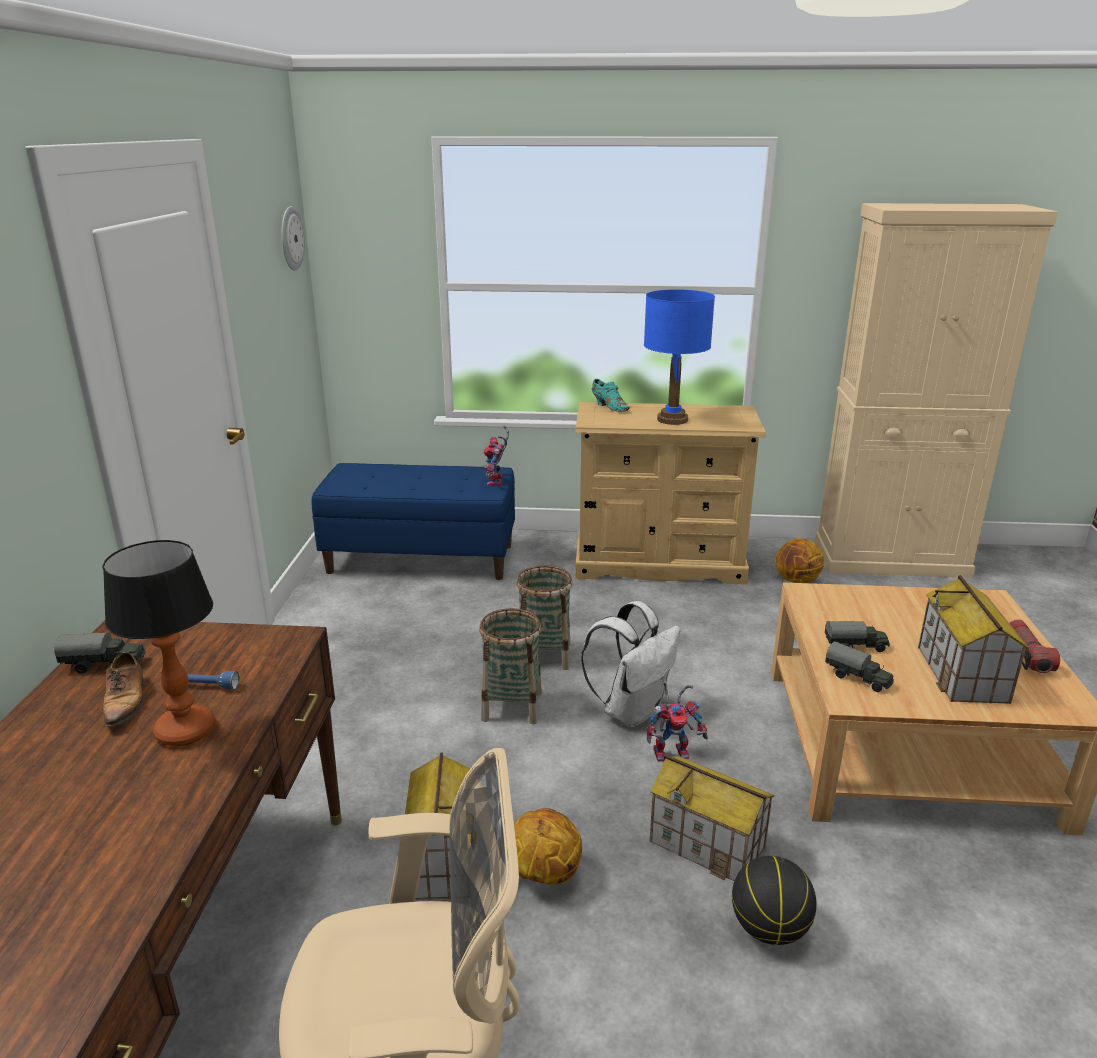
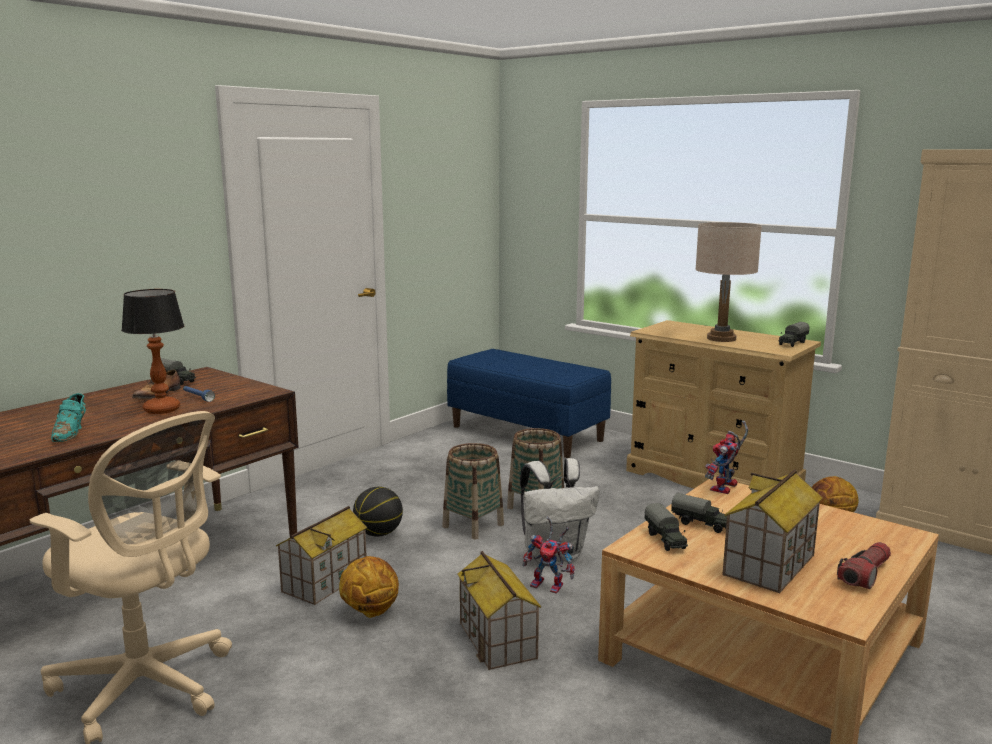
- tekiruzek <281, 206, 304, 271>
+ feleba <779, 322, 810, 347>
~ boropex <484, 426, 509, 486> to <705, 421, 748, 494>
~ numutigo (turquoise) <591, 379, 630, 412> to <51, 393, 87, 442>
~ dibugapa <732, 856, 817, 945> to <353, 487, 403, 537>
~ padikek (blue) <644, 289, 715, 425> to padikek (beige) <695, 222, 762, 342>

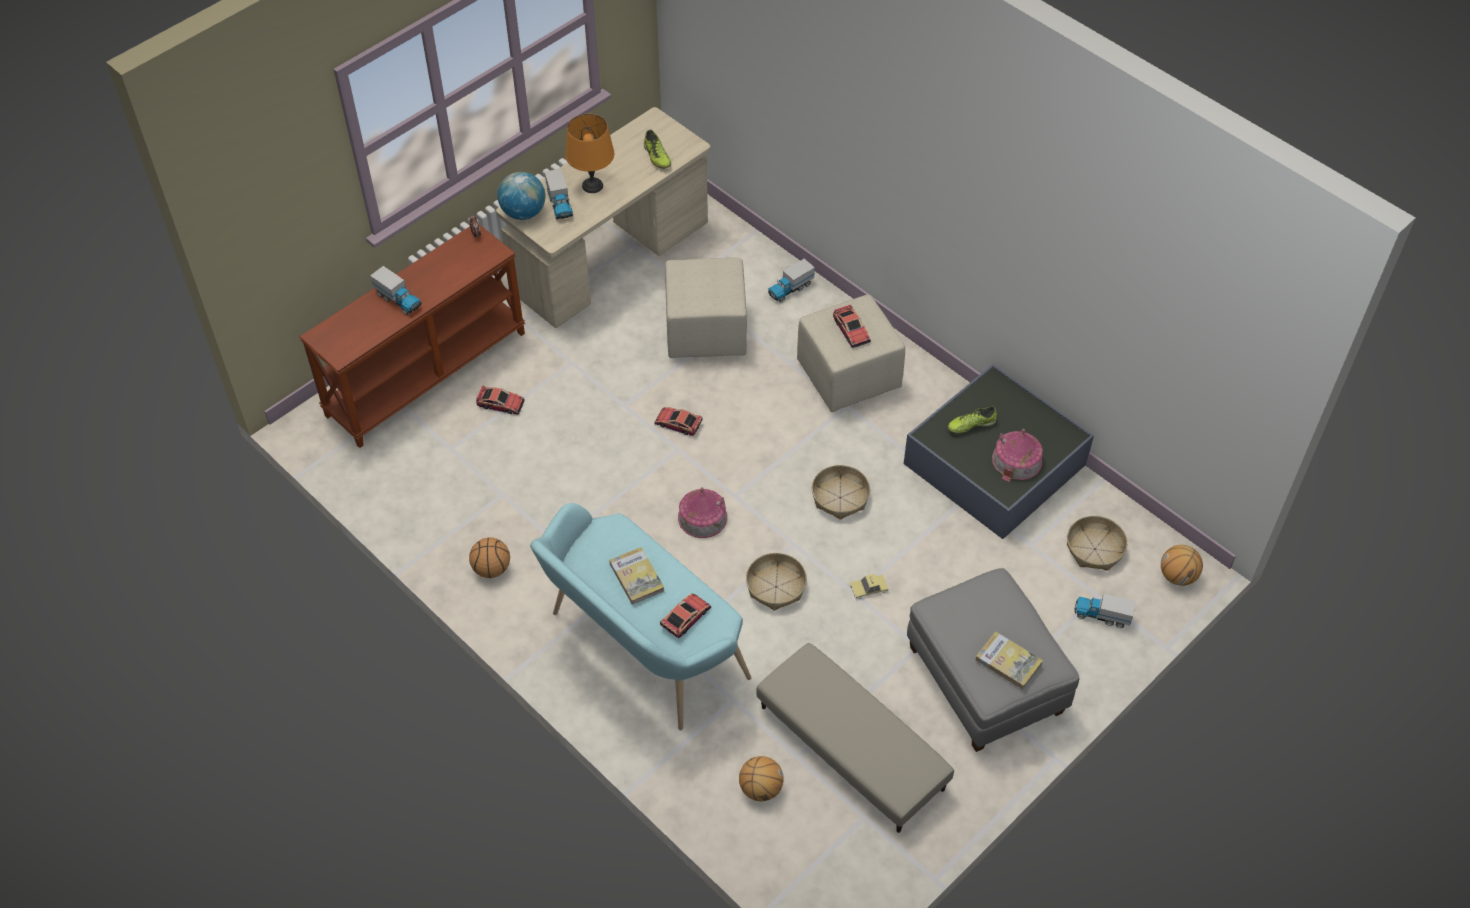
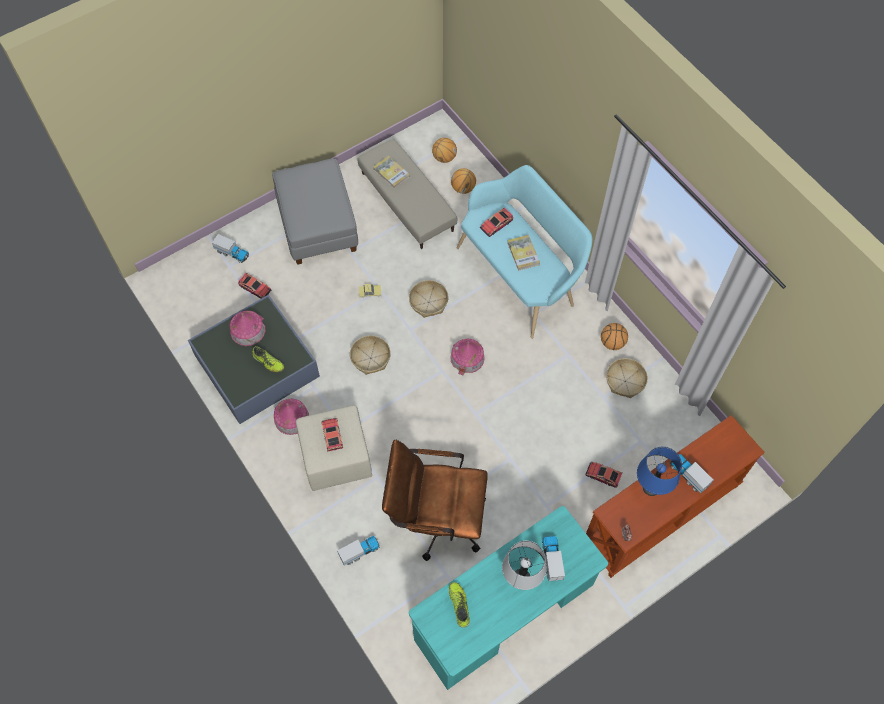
- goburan <497, 172, 545, 220>
+ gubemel <274, 399, 309, 435>
+ padikek (blue) <637, 447, 682, 496>
~ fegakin <655, 407, 702, 436> to <238, 273, 272, 299>
~ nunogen <975, 631, 1043, 689> to <373, 156, 410, 189>
~ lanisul <1067, 516, 1128, 571> to <606, 358, 648, 398>
~ dibugapa <1161, 545, 1203, 586> to <432, 138, 457, 163>
~ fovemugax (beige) <665, 258, 747, 358> to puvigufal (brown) <382, 440, 488, 561>
~ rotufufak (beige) <496, 107, 711, 328> to rotufufak (turquoise) <409, 506, 608, 690>
~ padikek (orange) <565, 113, 614, 193> to padikek (grey) <502, 541, 547, 590>
~ numutigo <948, 406, 997, 434> = <252, 346, 284, 372> 45 degrees clockwise

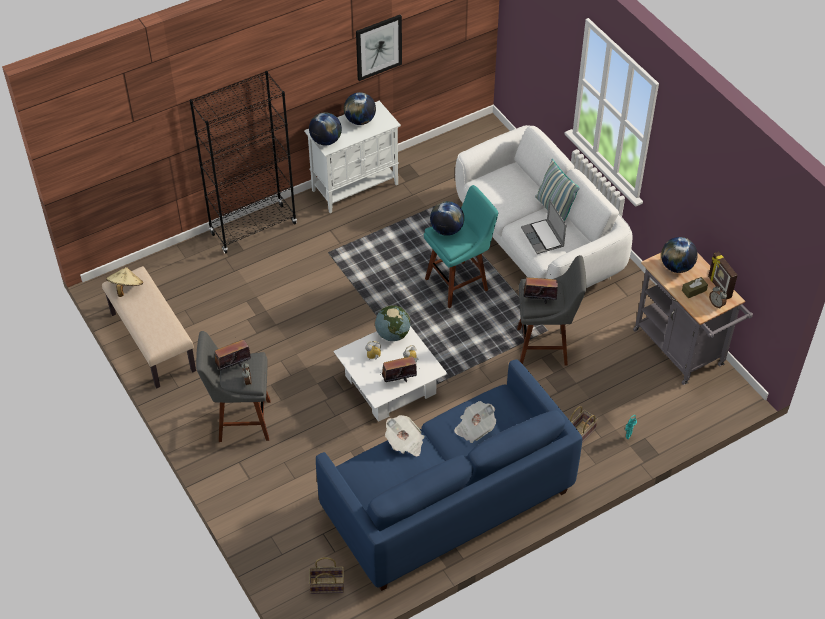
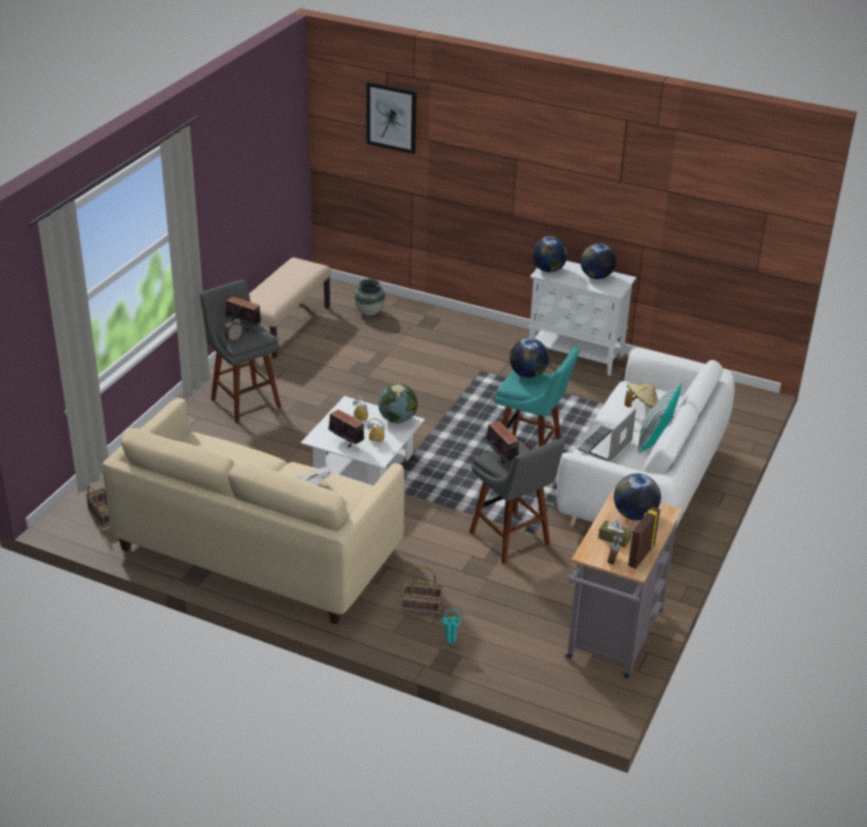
- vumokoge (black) <190, 71, 297, 254>
- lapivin <385, 415, 424, 456>
+ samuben <354, 279, 385, 316>
~ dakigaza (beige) <106, 267, 143, 297> to <625, 383, 658, 408>
~ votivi <356, 15, 402, 81> to <366, 82, 417, 154>
~ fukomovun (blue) <316, 359, 582, 591> to fukomovun (beige) <102, 398, 404, 625>

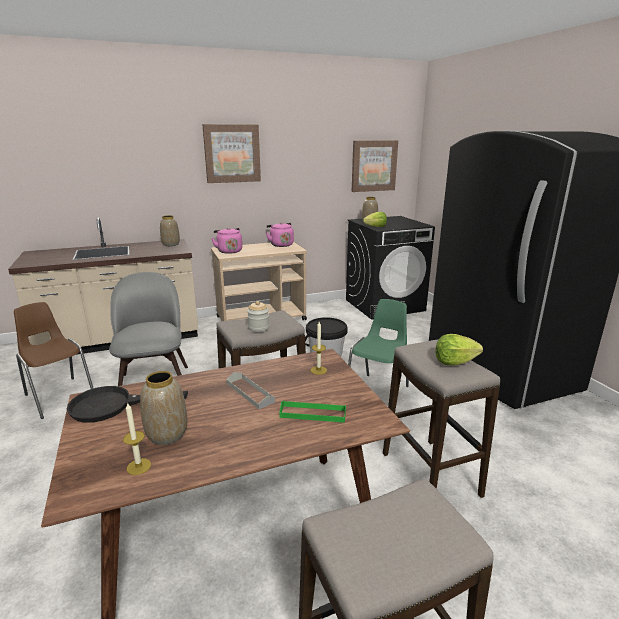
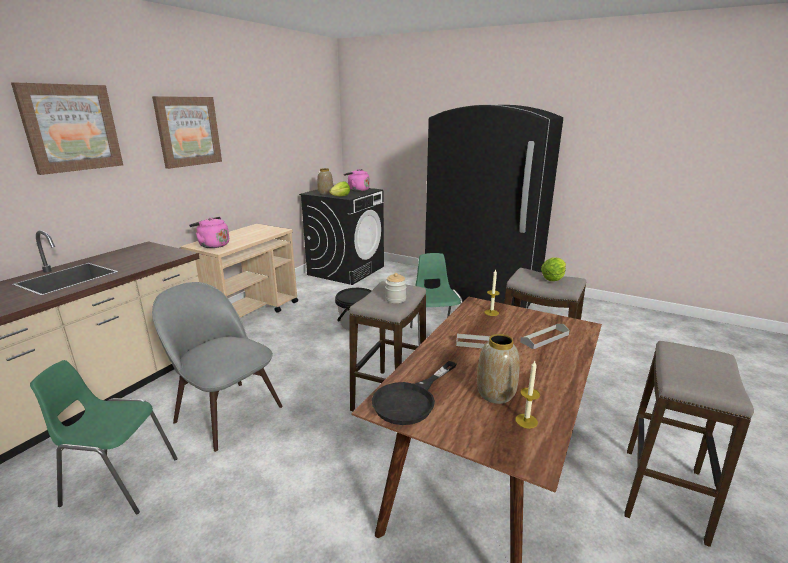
- samuben <160, 215, 180, 246>
~ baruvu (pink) <266, 222, 294, 247> to <344, 169, 370, 192>
~ votivi <352, 140, 398, 192> to <11, 82, 123, 175>
~ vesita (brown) <14, 302, 94, 419> to vesita (green) <30, 360, 178, 515>
~ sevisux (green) <279, 401, 346, 423> to sevisux (grey) <520, 324, 570, 349>

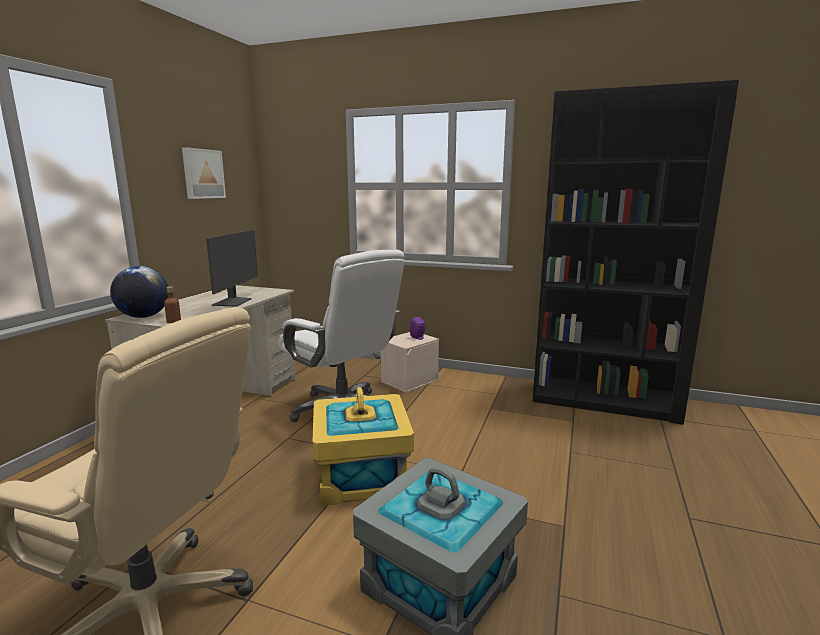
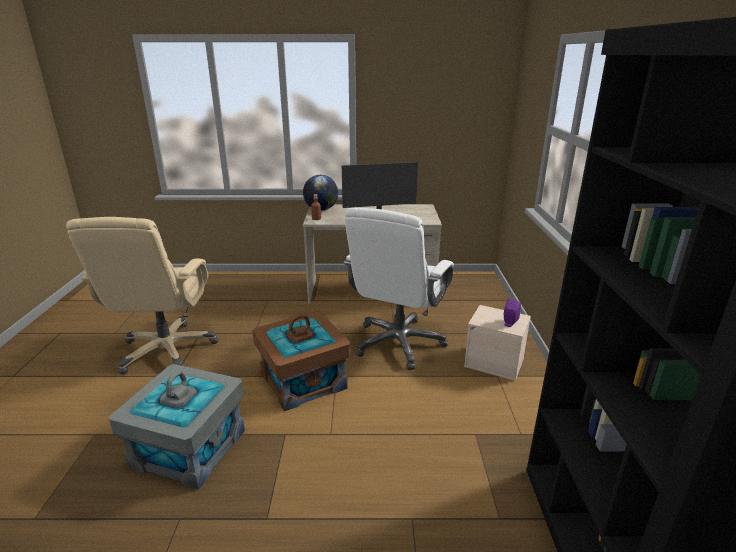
- votivi <182, 147, 226, 199>
~ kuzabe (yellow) <313, 387, 414, 506> to kuzabe (brown) <252, 312, 351, 411>

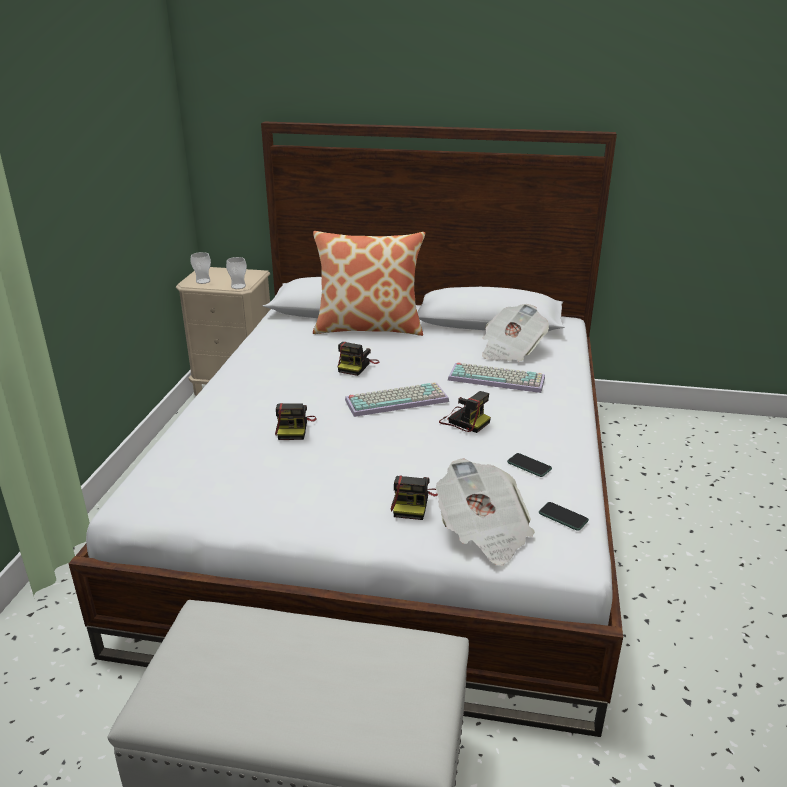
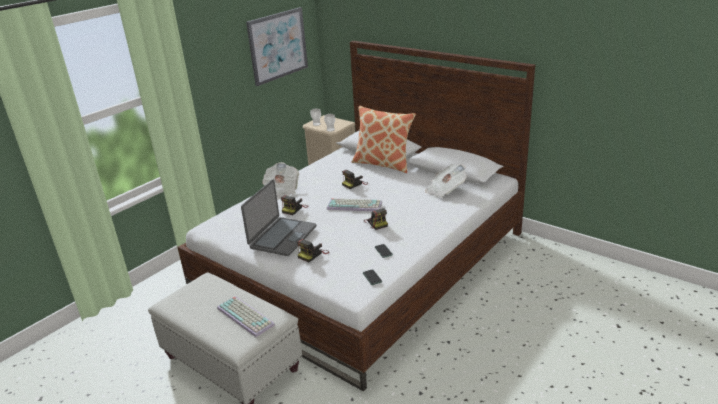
+ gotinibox <241, 179, 316, 256>
+ votivi <246, 7, 308, 86>
~ lapivin <436, 459, 535, 566> to <262, 162, 299, 200>
~ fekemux <448, 362, 545, 393> to <217, 296, 275, 337>

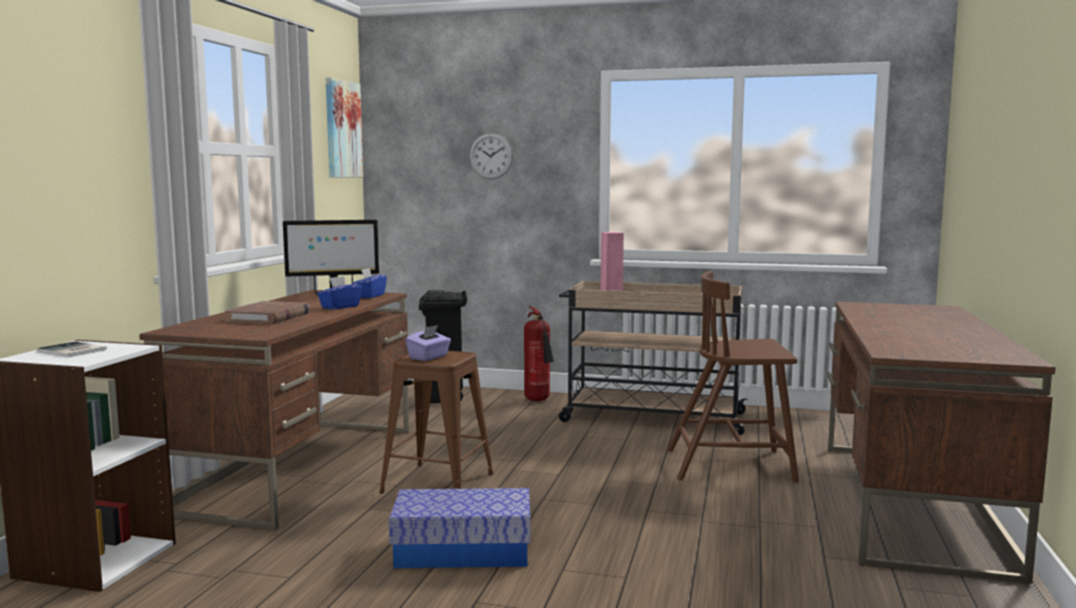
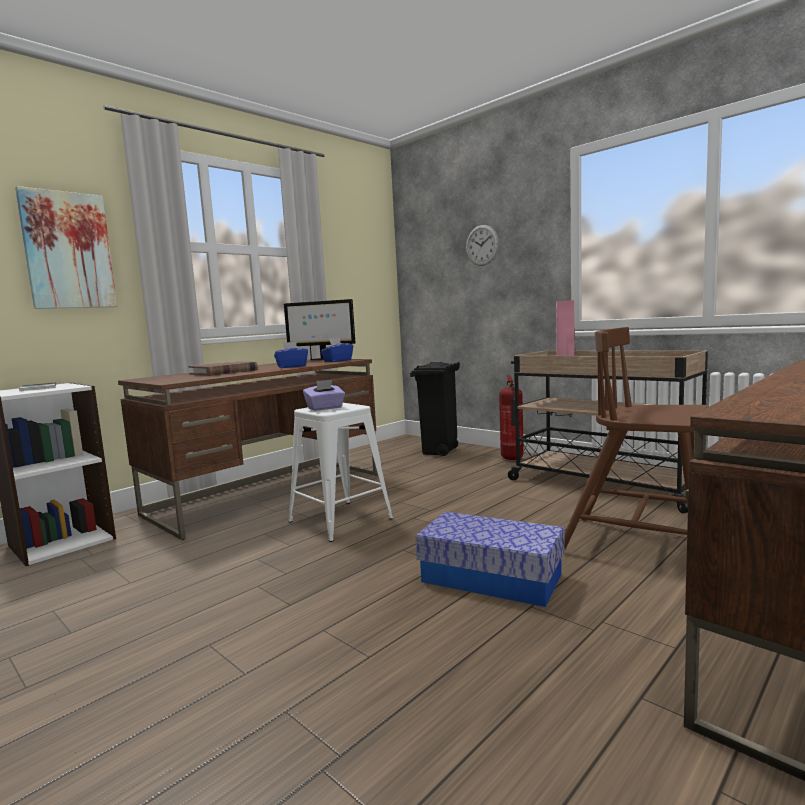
~ votivi <326, 77, 363, 177> to <15, 186, 117, 309>
~ kuzabe <389, 488, 531, 568> to <416, 512, 565, 607>
~ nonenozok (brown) <379, 351, 493, 493> to nonenozok (white) <288, 403, 393, 542>

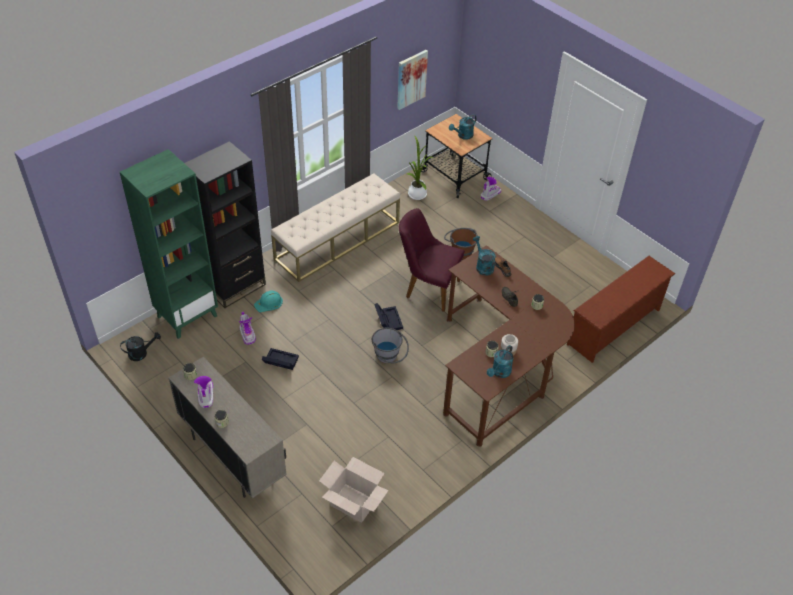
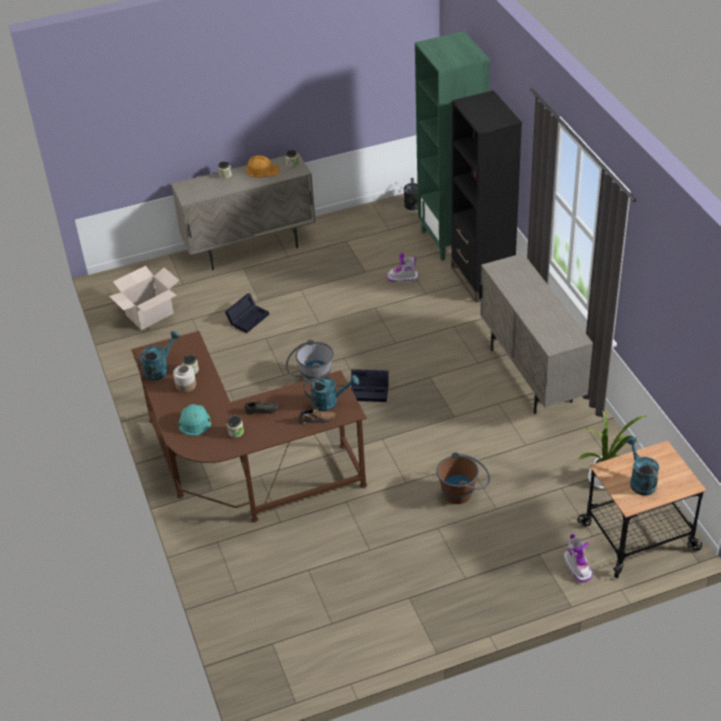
- votivi <397, 50, 428, 110>
- vesita (purple) <399, 208, 465, 312>
- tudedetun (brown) <567, 256, 675, 363>
~ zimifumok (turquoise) <254, 291, 283, 312> to <179, 404, 211, 436>
~ kuzabe (black) <262, 348, 299, 370> to <225, 293, 269, 333>
~ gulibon <194, 376, 213, 408> to zimifumok (orange) <246, 155, 280, 177>
~ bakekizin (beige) <271, 173, 400, 282> to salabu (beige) <478, 253, 593, 414>
~ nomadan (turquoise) <487, 345, 514, 378> = <138, 331, 180, 381> 75 degrees clockwise

